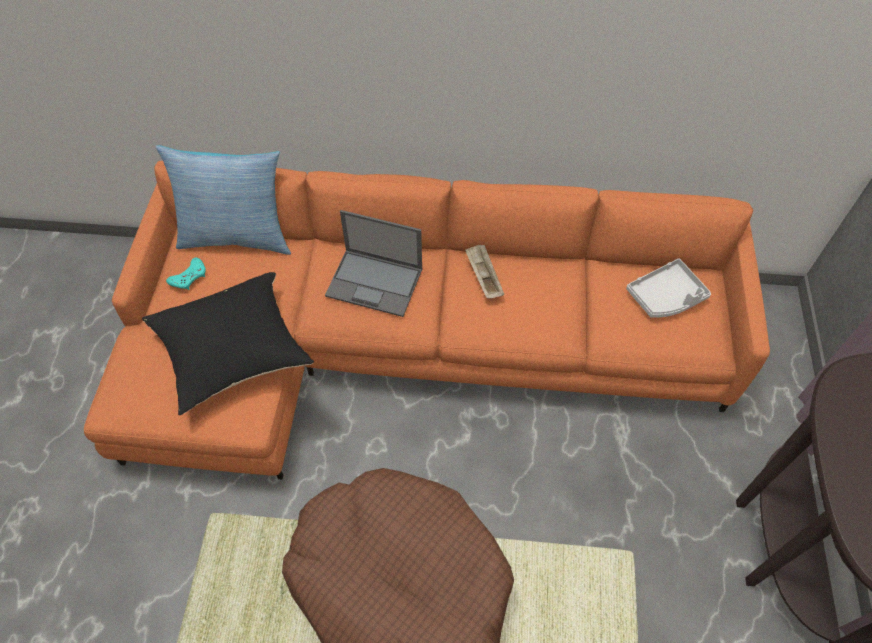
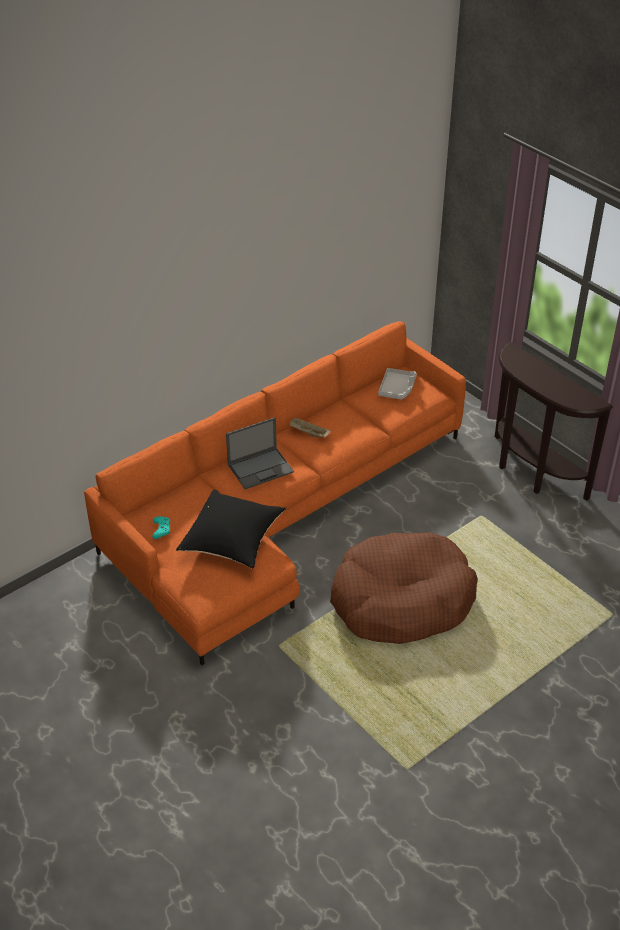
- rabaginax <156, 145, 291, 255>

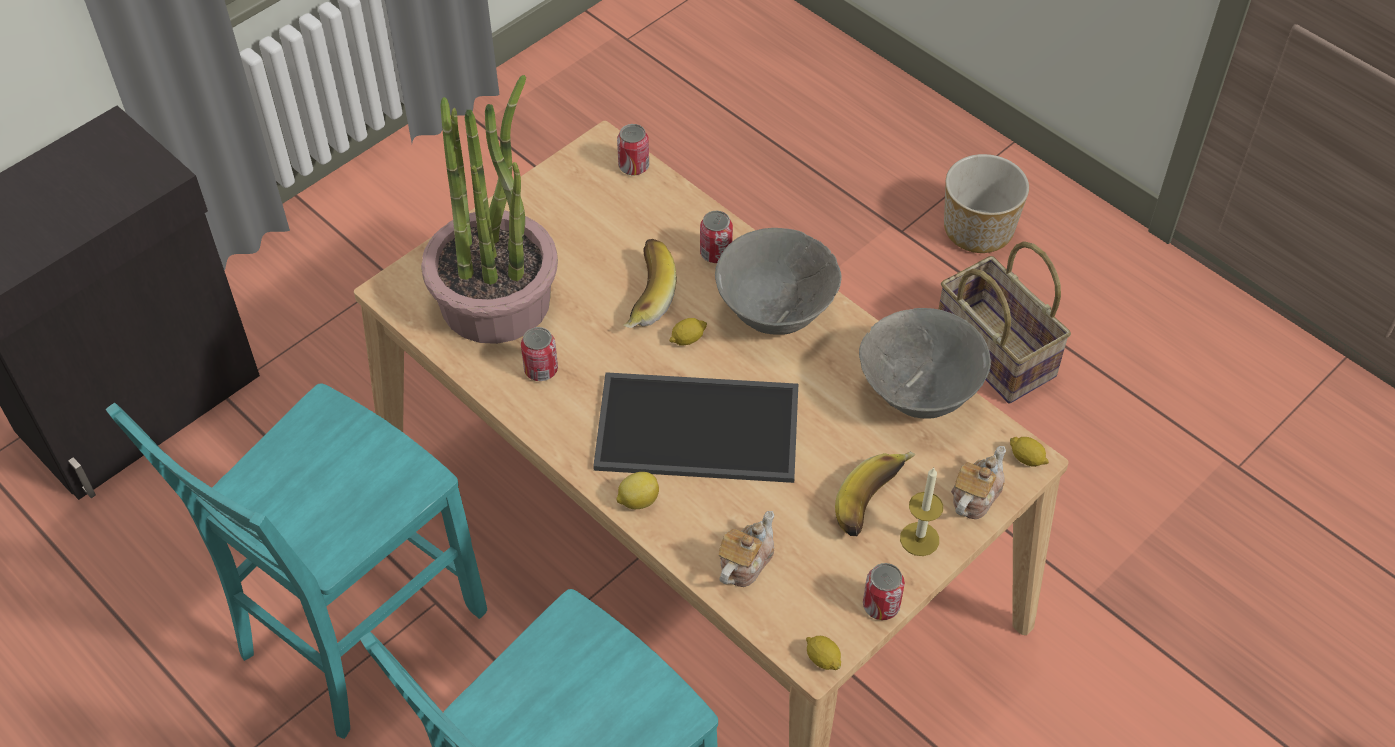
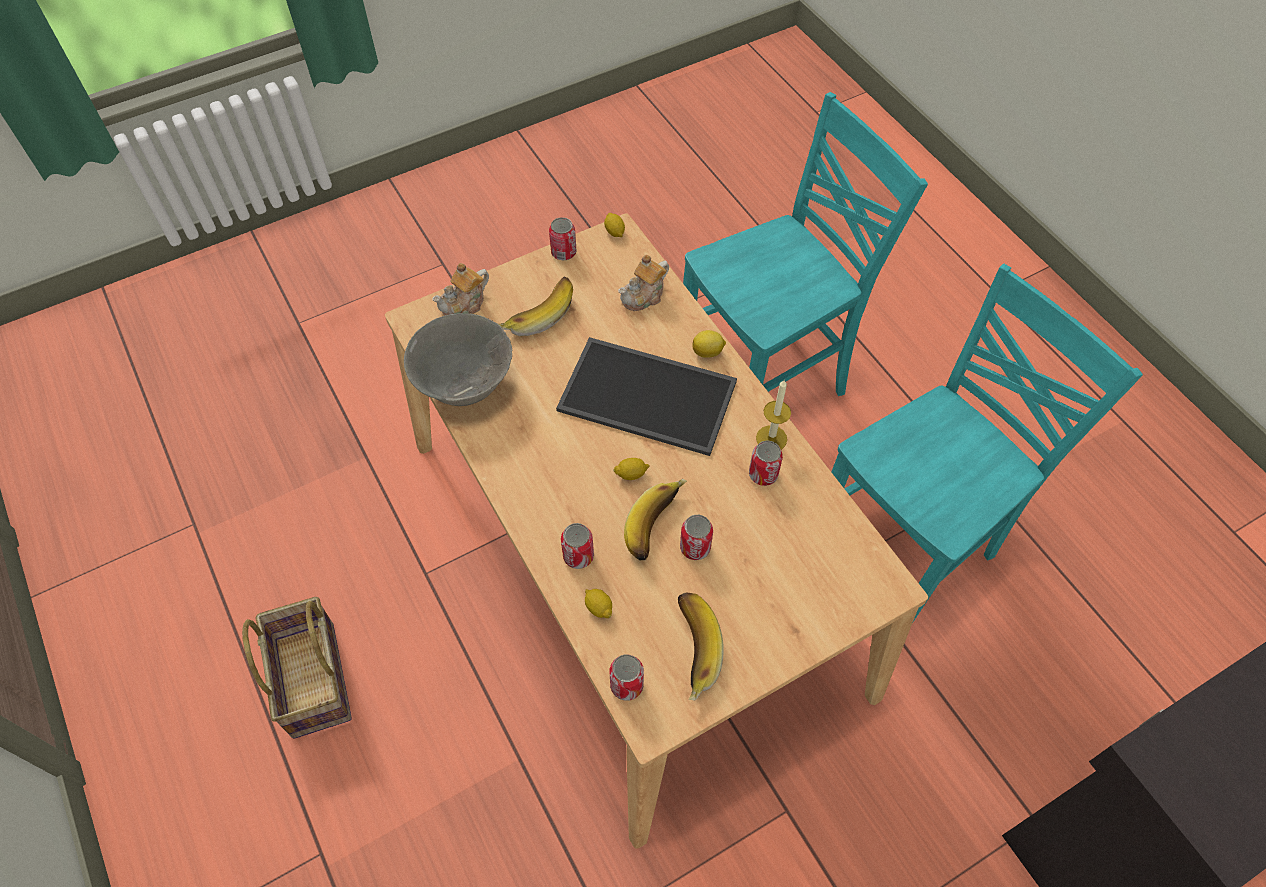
- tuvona <421, 75, 558, 344>
- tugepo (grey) <715, 228, 842, 335>
- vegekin <944, 154, 1029, 253>
+ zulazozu <678, 593, 724, 701>
+ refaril <680, 515, 713, 560>
~ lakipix <900, 468, 943, 556> to <756, 380, 791, 450>
~ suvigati <1010, 437, 1049, 467> to <585, 589, 612, 618>

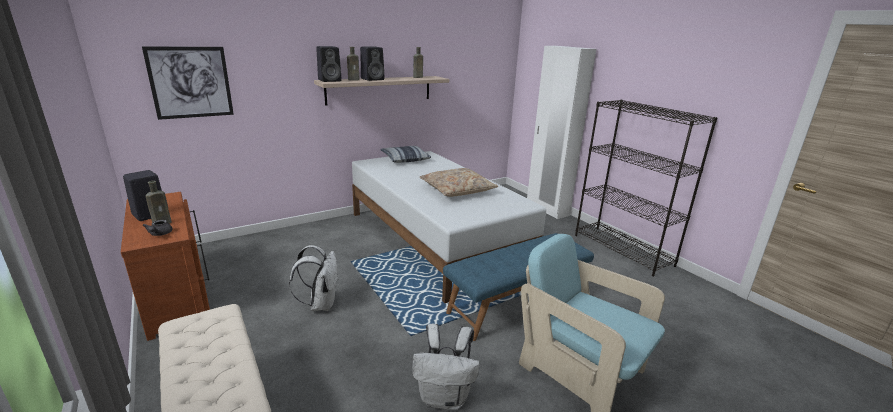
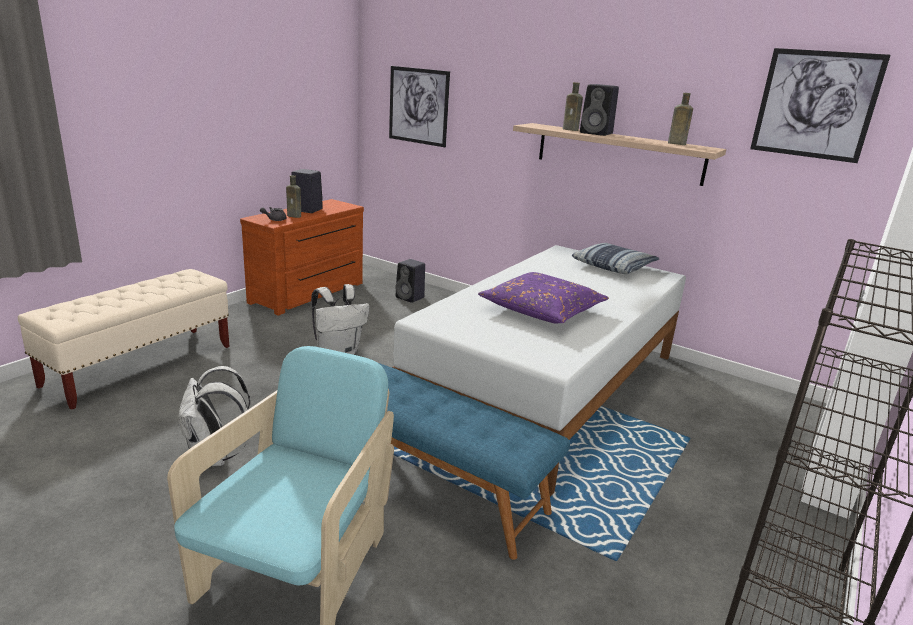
+ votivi <750, 48, 891, 163>
~ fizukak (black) <316, 46, 342, 82> to <395, 259, 425, 303>
~ rabaginax (beige) <420, 168, 498, 197> to rabaginax (purple) <478, 272, 609, 323>

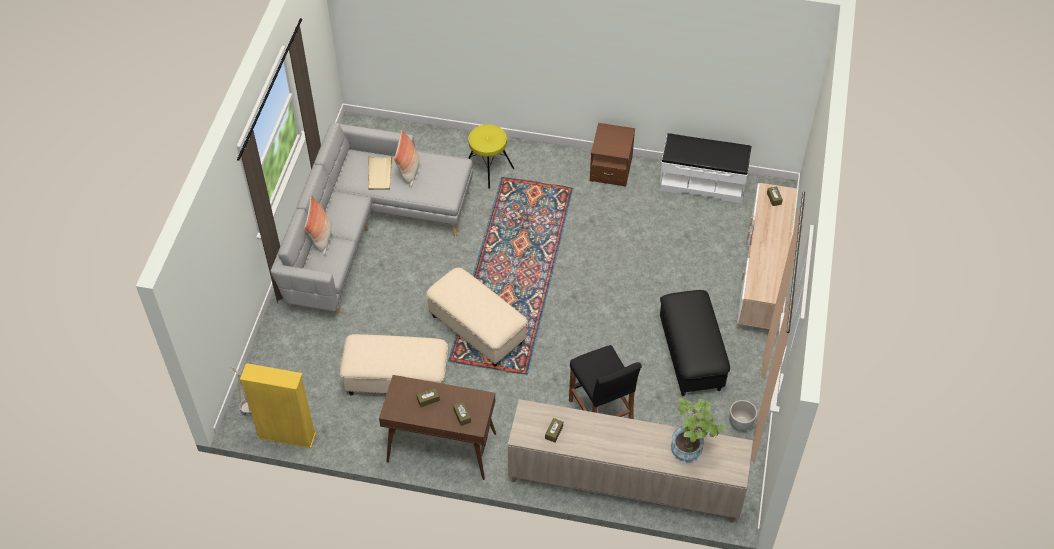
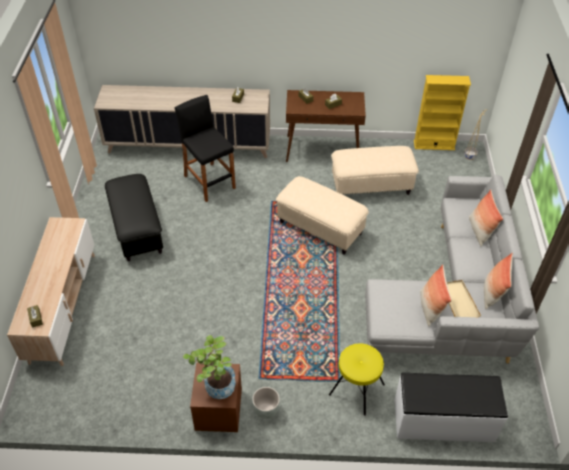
+ rabaginax <484, 253, 513, 309>
~ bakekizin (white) <659, 133, 751, 203> to <394, 373, 508, 442>
~ tuvona <671, 398, 725, 463> to <183, 335, 236, 399>
~ vegekin (grey) <729, 400, 757, 431> to <252, 387, 280, 419>

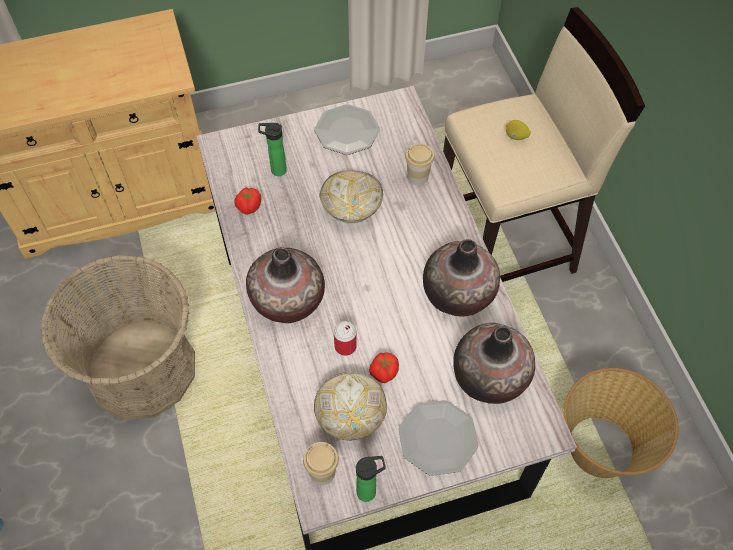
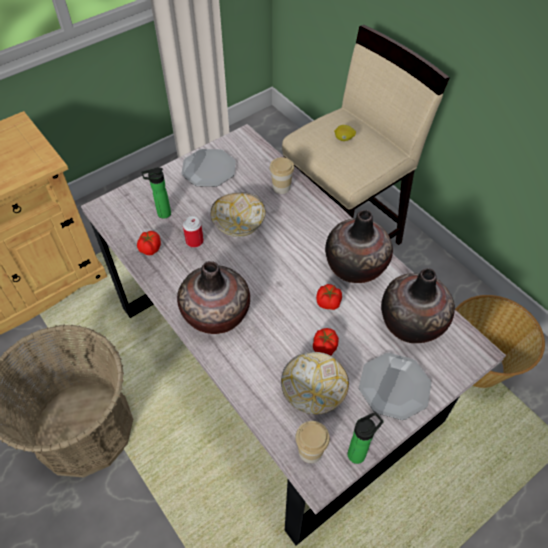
+ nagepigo <316, 284, 342, 310>
~ refaril <334, 321, 357, 356> to <183, 216, 204, 248>

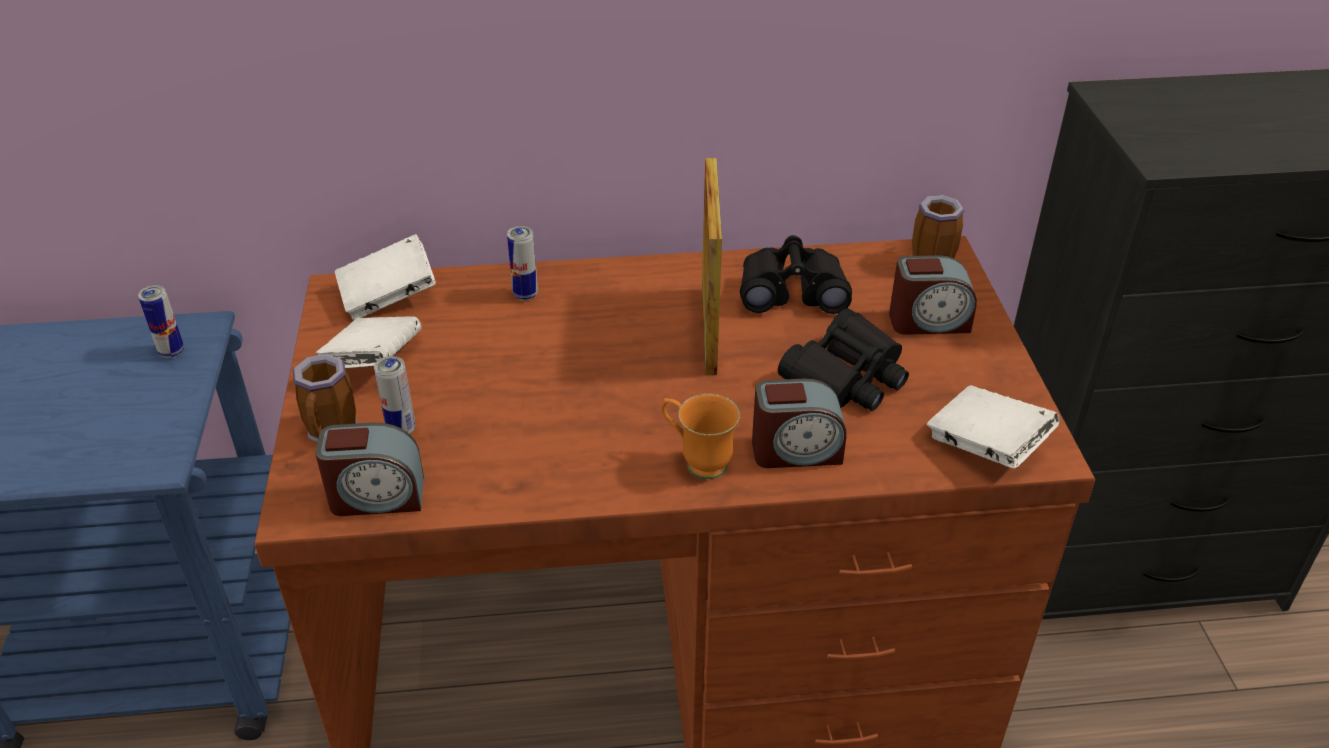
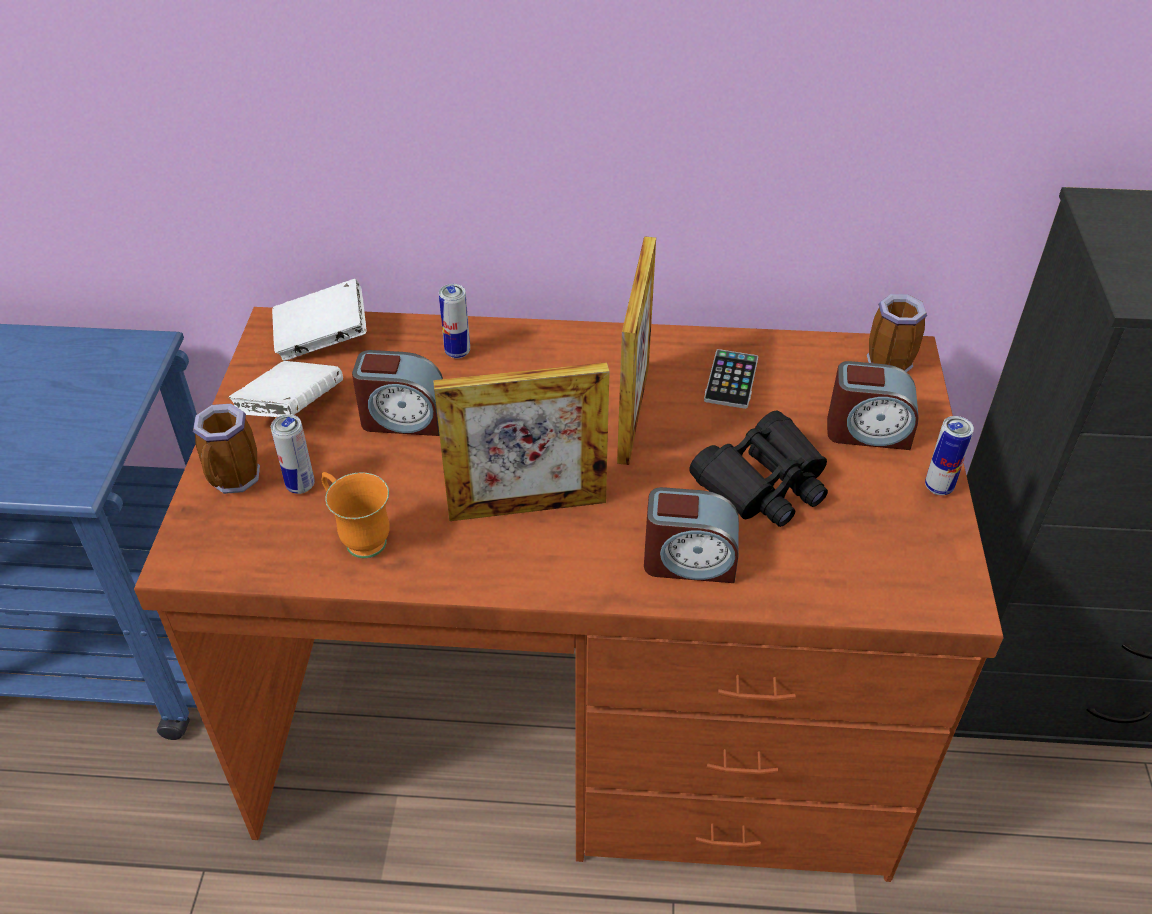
- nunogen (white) <927, 386, 1060, 469>
+ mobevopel <433, 362, 610, 521>
~ refaril <138, 285, 184, 358> to <925, 416, 974, 495>
~ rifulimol <316, 423, 424, 516> to <352, 350, 443, 436>
~ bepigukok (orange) <662, 394, 740, 479> to <322, 472, 390, 558>
~ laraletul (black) <740, 235, 852, 314> to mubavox <704, 349, 758, 409>

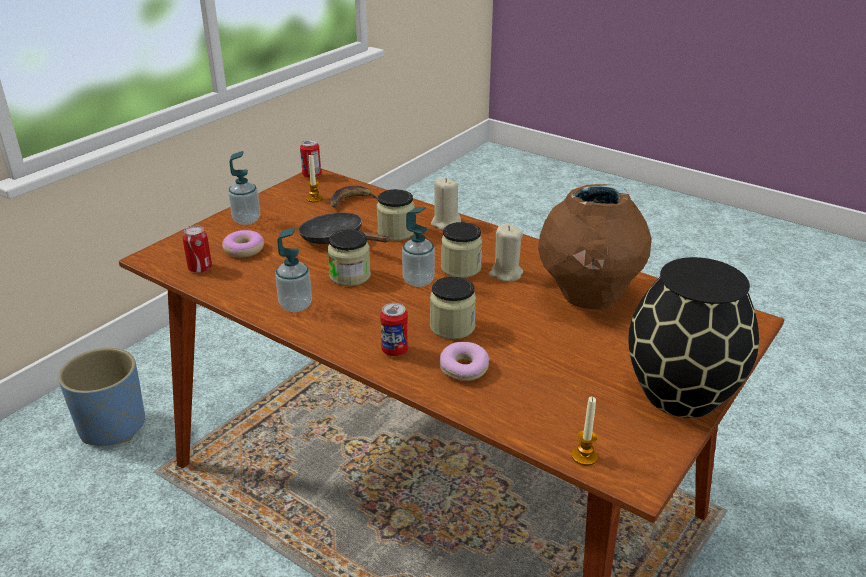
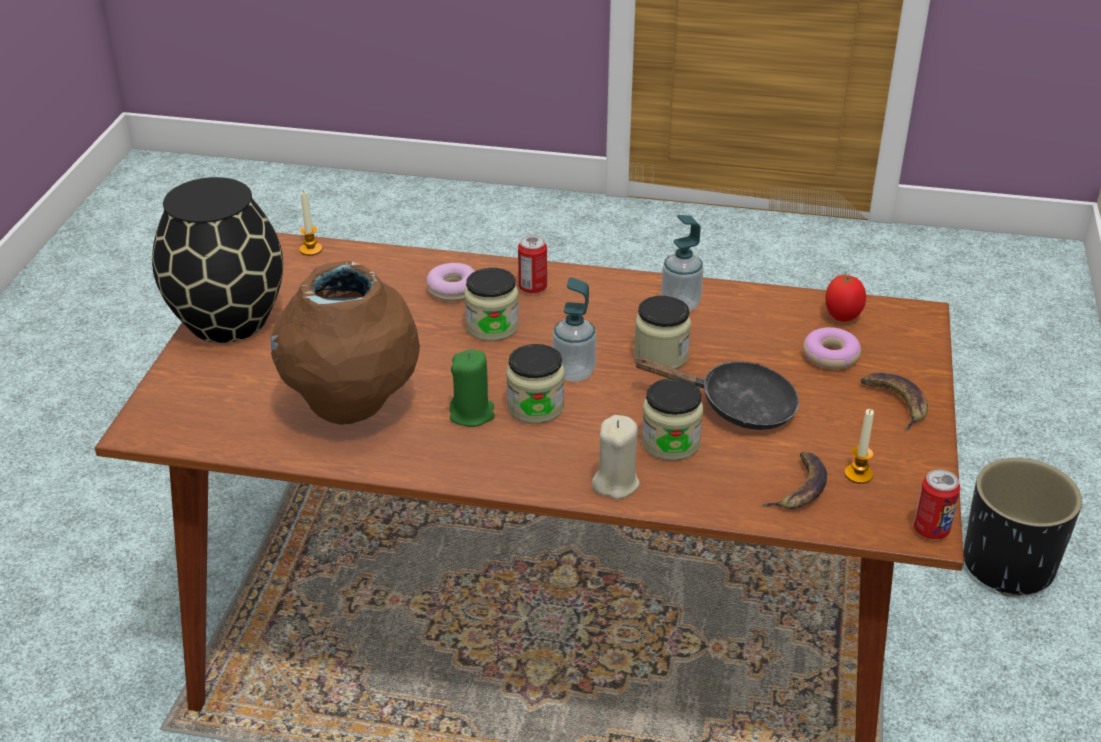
~ refaril <182, 226, 212, 273> to nagepigo <825, 274, 866, 321>
~ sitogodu <228, 151, 260, 225> to zulazozu <860, 373, 928, 431>
~ vegekin (blue) <58, 348, 145, 446> to vegekin (black) <963, 458, 1082, 597>
~ lakipix (beige) <489, 224, 523, 282> to lakipix (green) <450, 350, 495, 427>

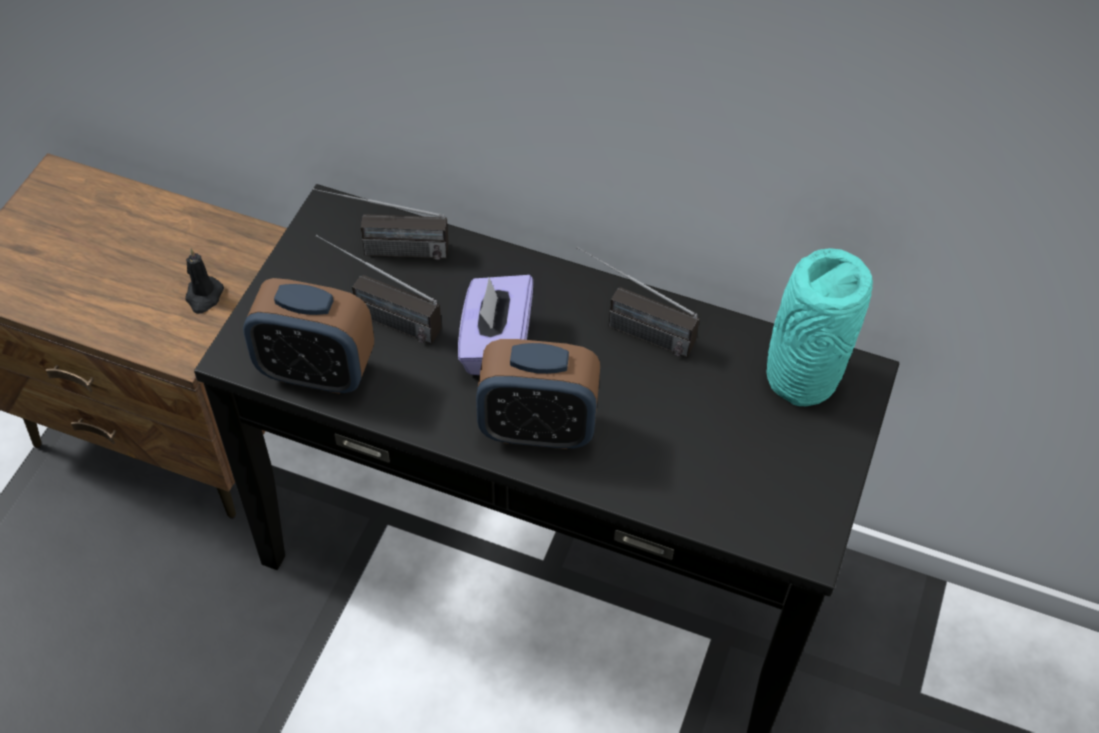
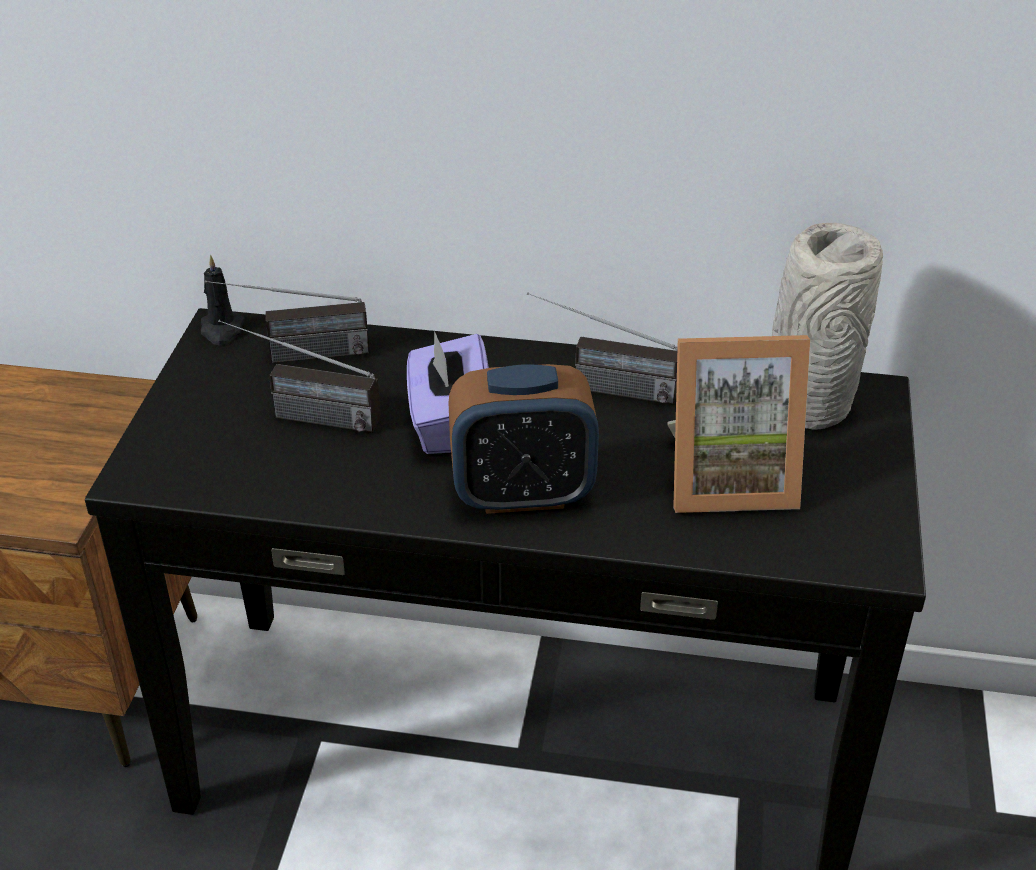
- rifulimol <243, 278, 374, 394>
+ mobevopel <667, 335, 810, 513>
~ lakipix (black) <186, 249, 224, 314> to <201, 254, 245, 345>
~ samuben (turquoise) <766, 248, 873, 406> to samuben (grey) <771, 223, 883, 430>

